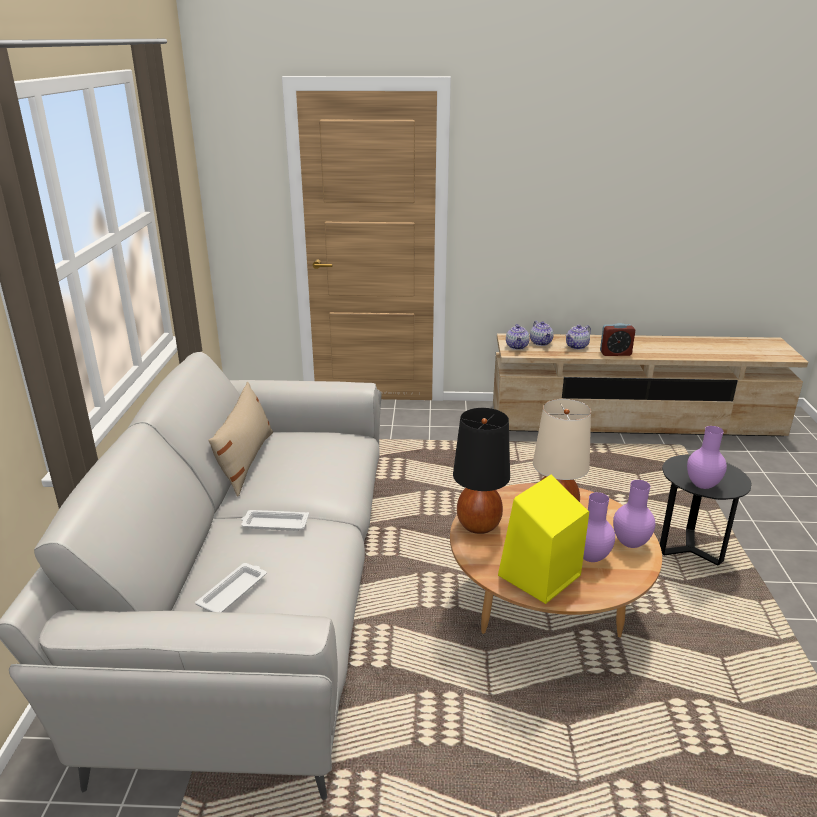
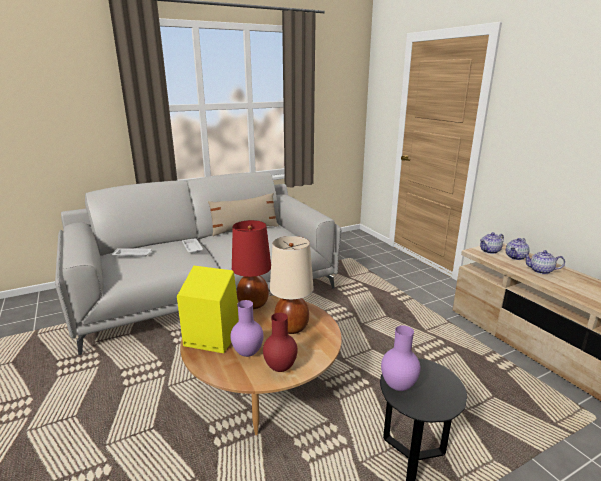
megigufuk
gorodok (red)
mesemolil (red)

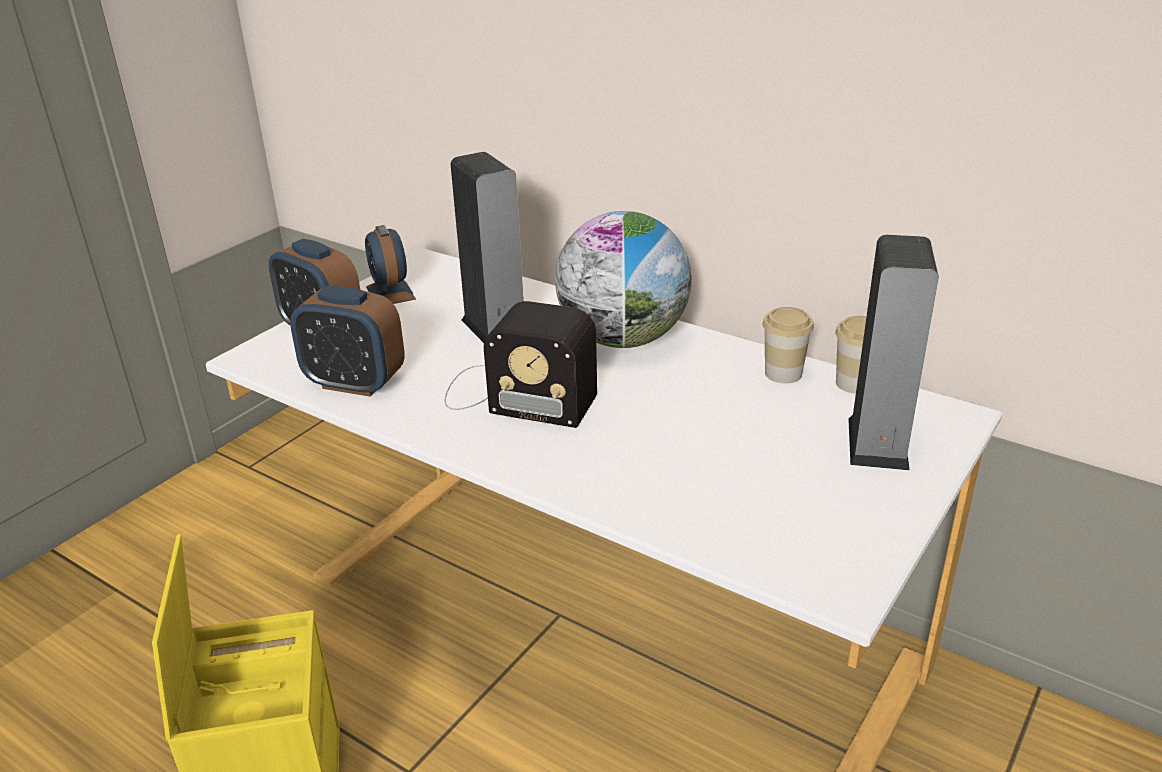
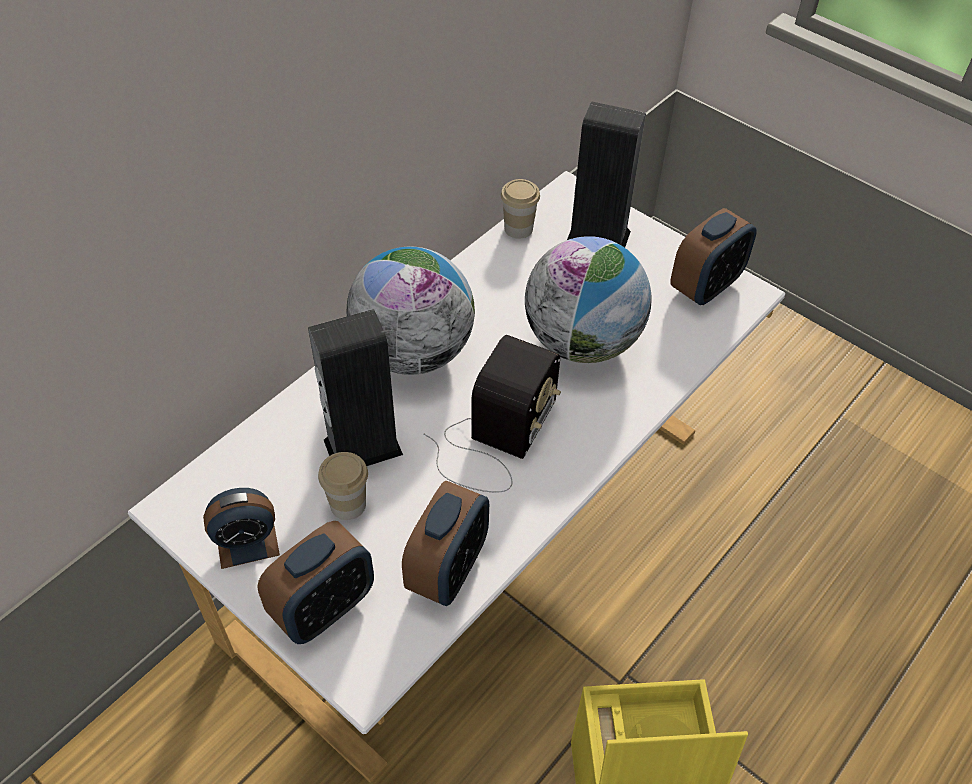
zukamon (1st from left)
megigufuk (4th from left)
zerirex (2nd from left)

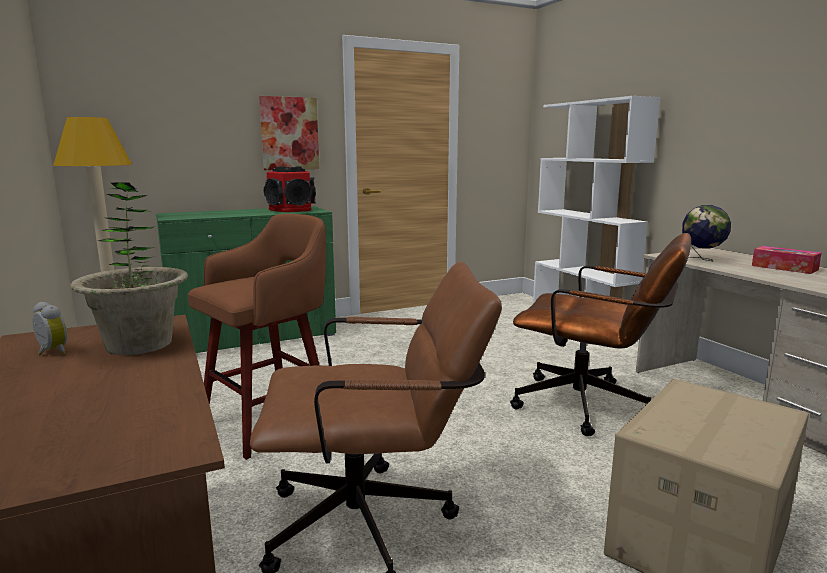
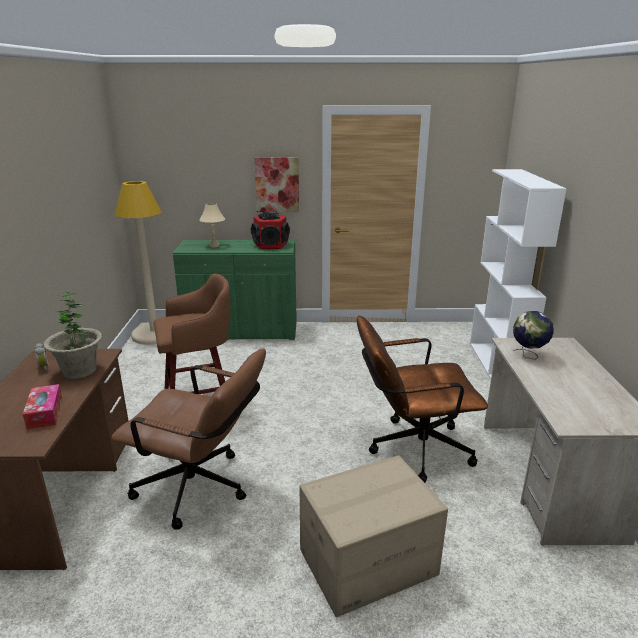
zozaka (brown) (2nd from left)
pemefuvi
gorodok (beige)

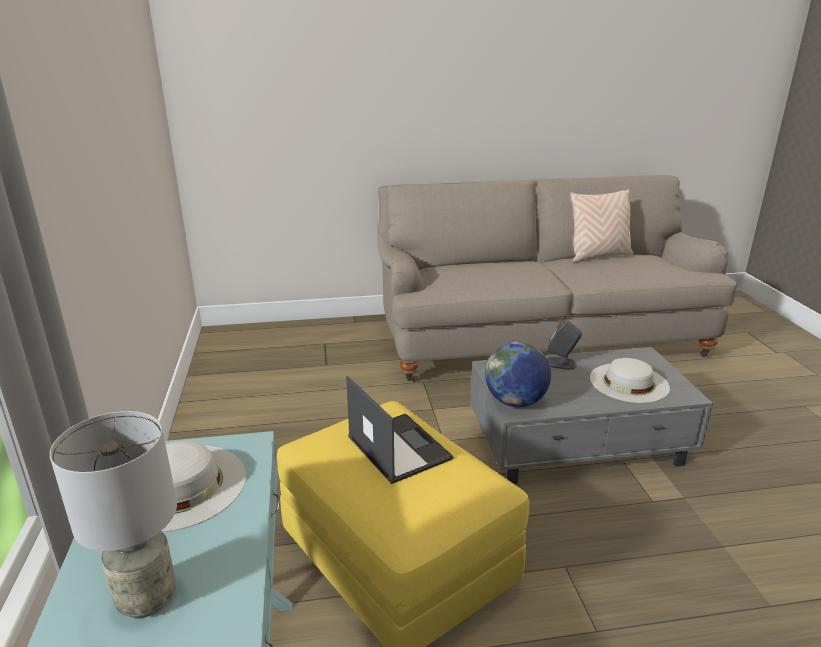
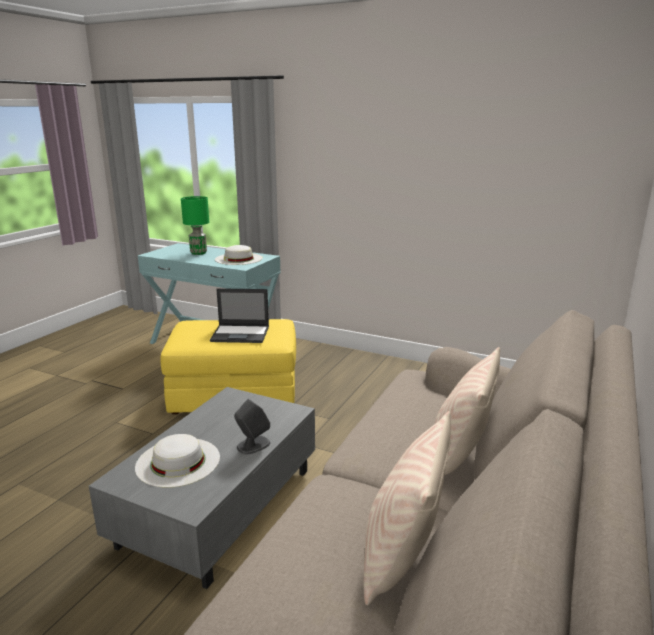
zerirex
gorodok (green)
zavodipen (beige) (2nd from left)

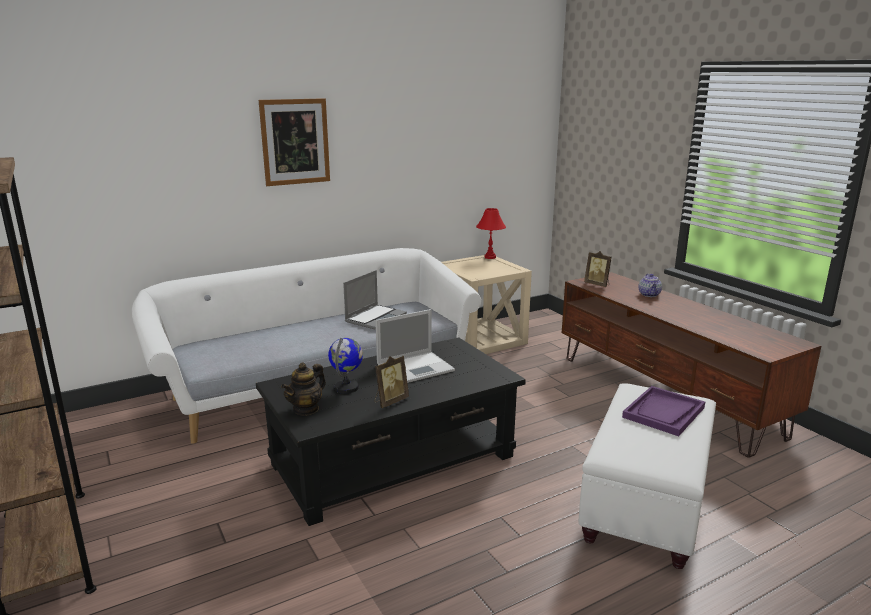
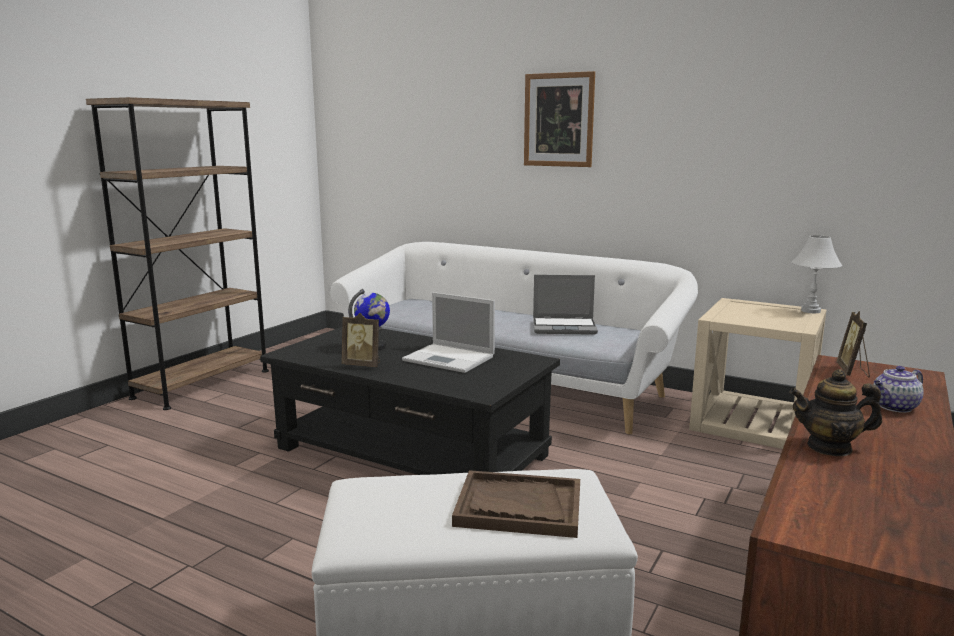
gorodok (white)
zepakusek (1st from left)
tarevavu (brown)

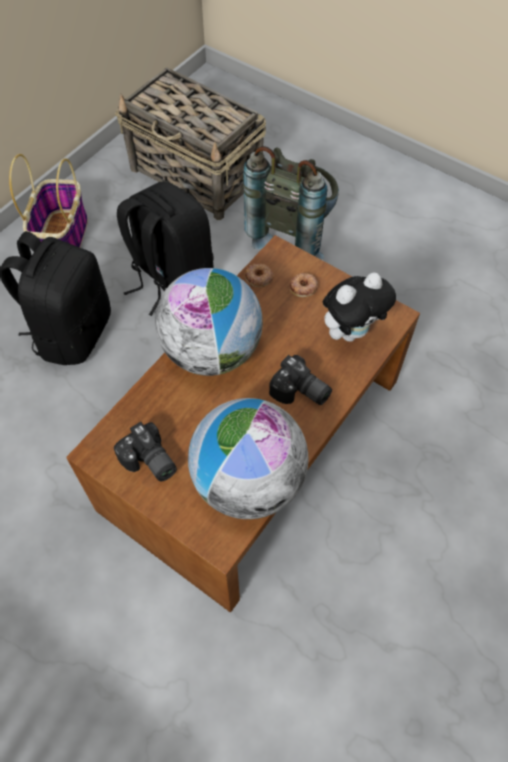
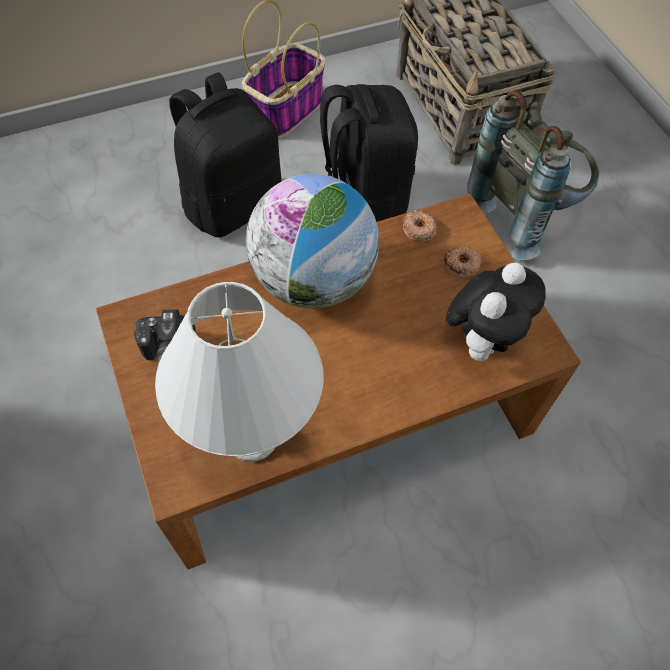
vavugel
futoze (2nd from left in the first image)
gorodok (white)

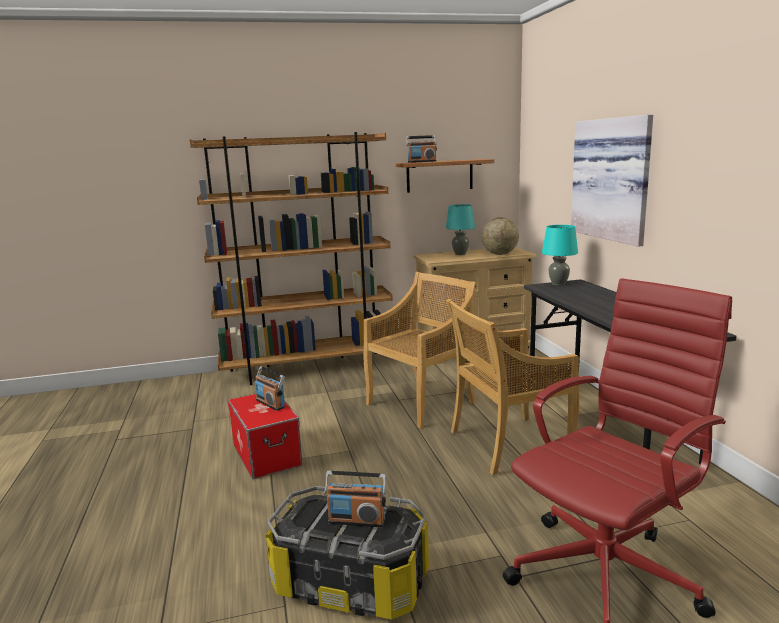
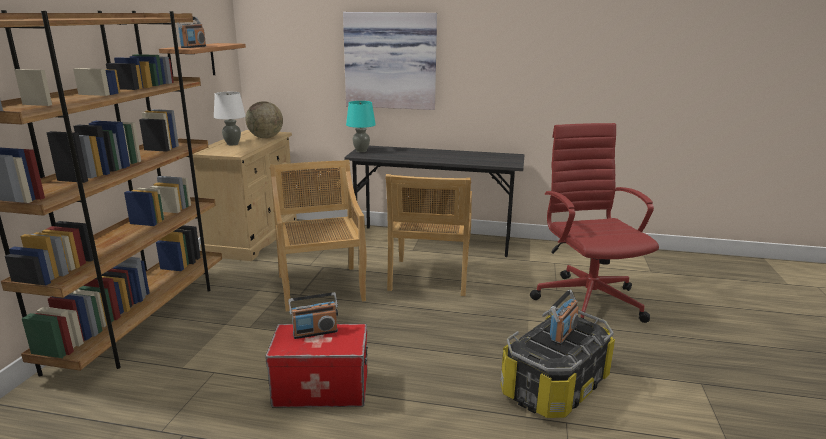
gorodok (white)

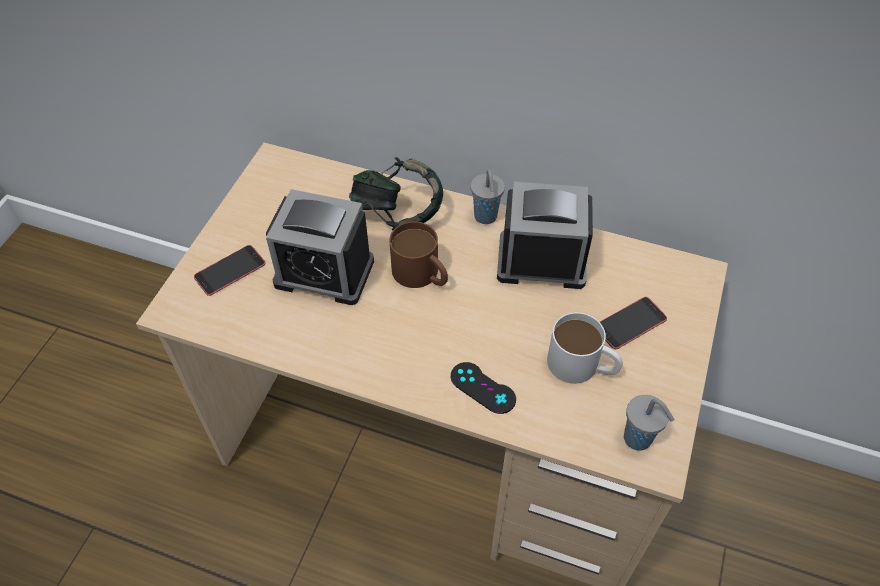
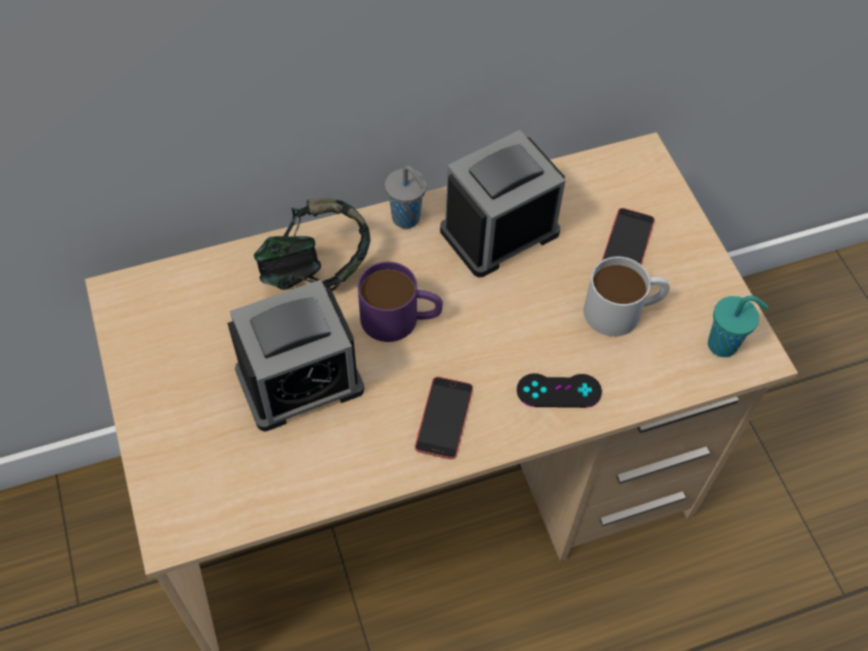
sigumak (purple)
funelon (1st from left)
zukamon (turquoise)

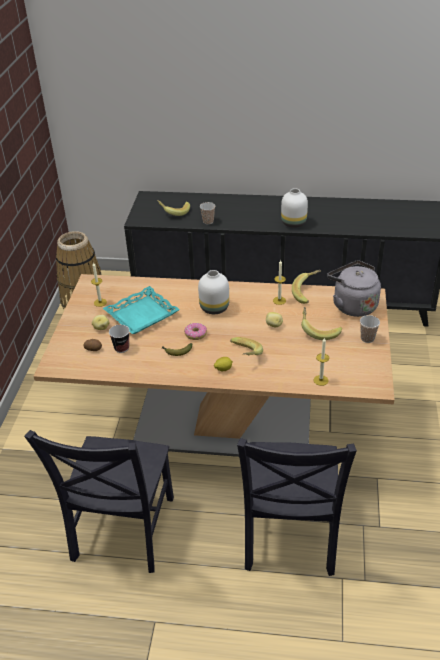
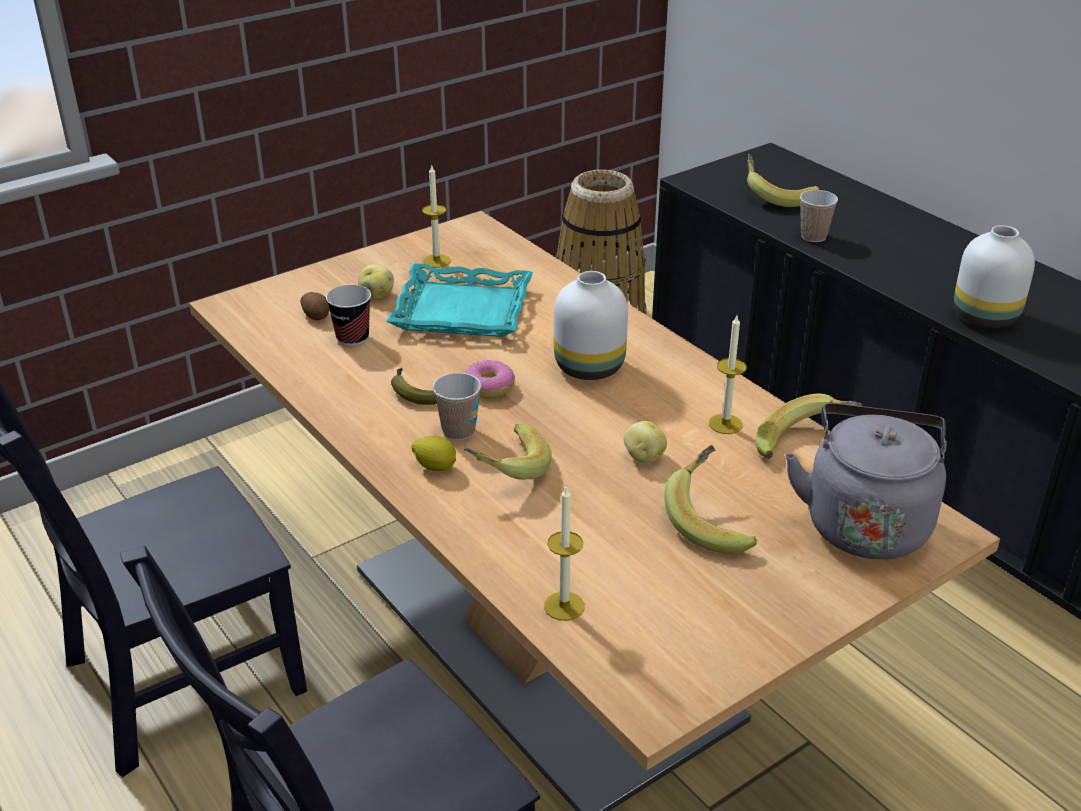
zukamon (2nd from left)

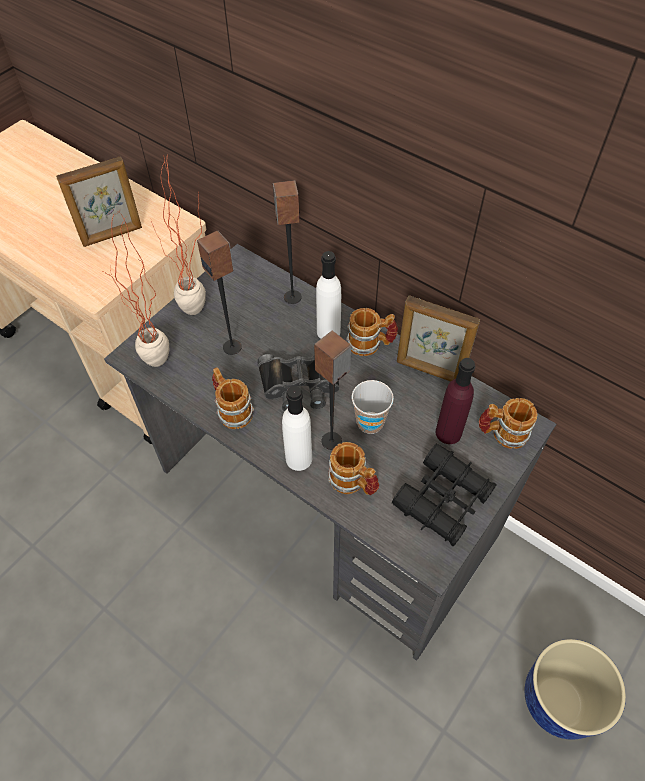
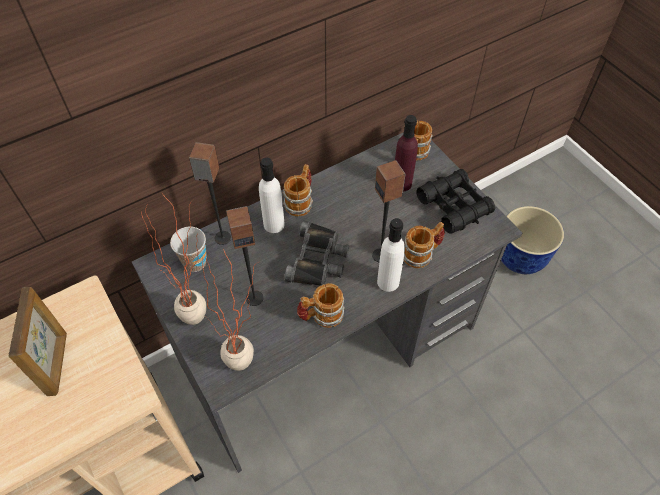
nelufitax (2nd from left in the first image)
zukamon

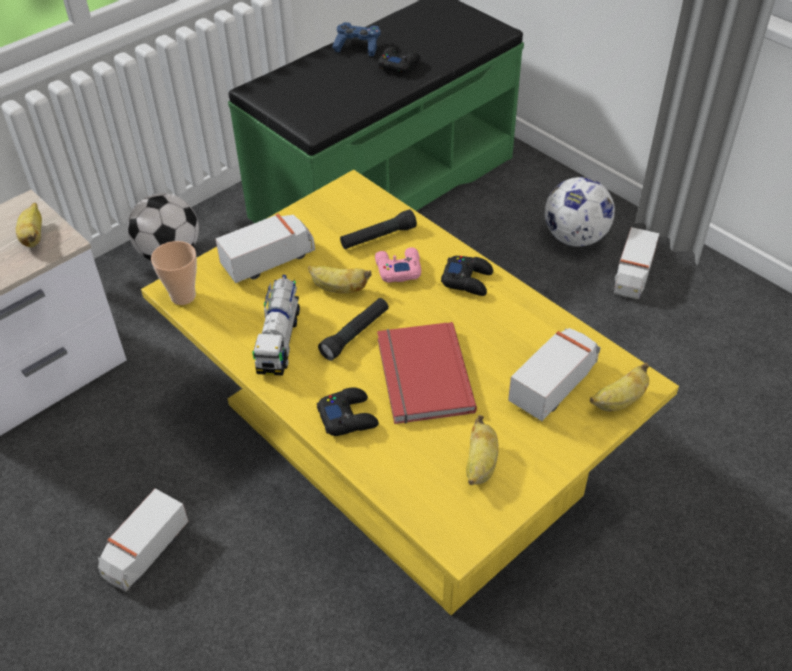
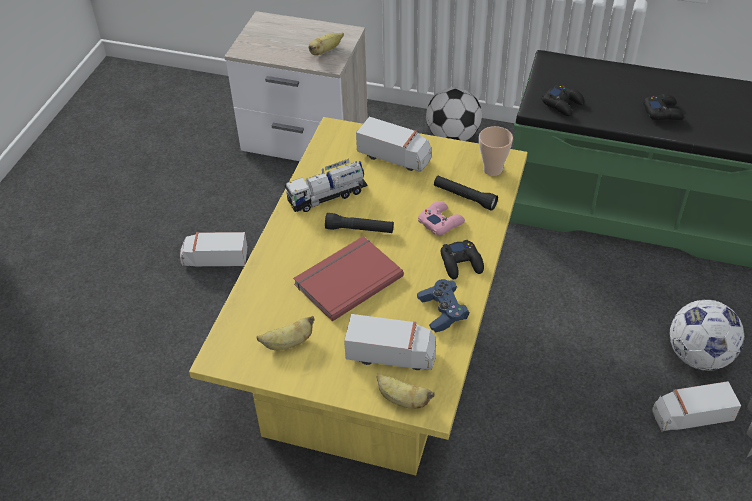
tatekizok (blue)
zukamon
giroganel (2nd from left in the first image)
tatekizok (black) (2nd from left)

